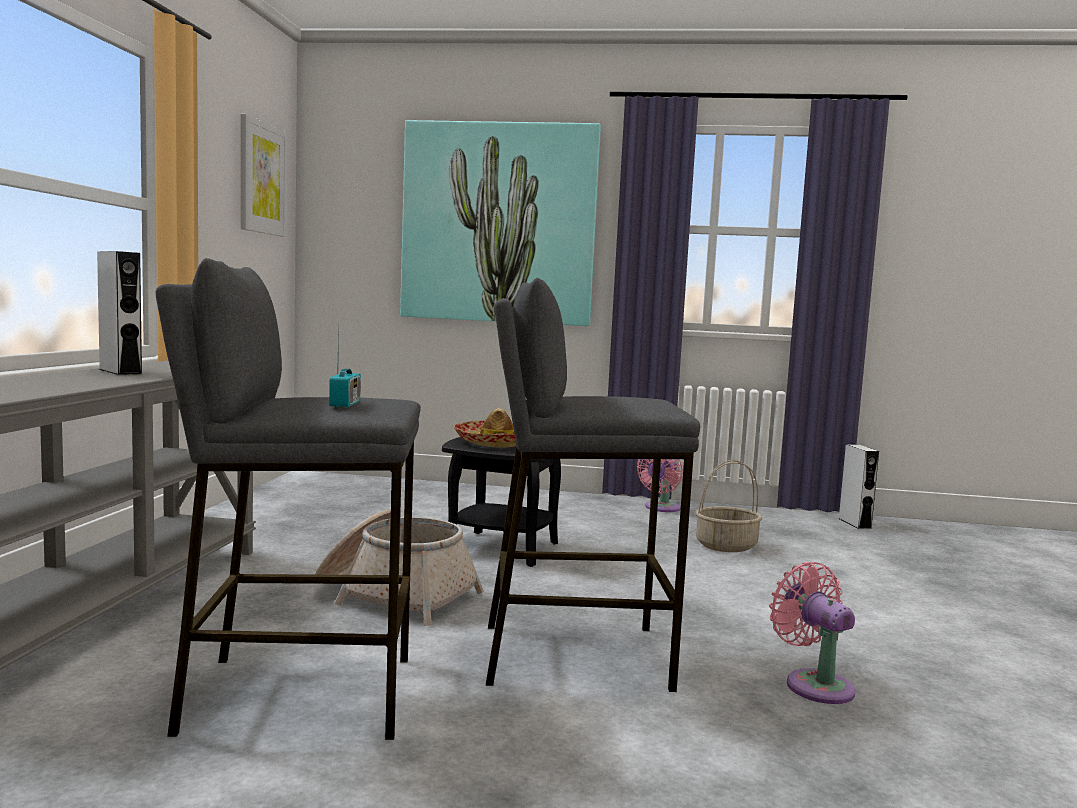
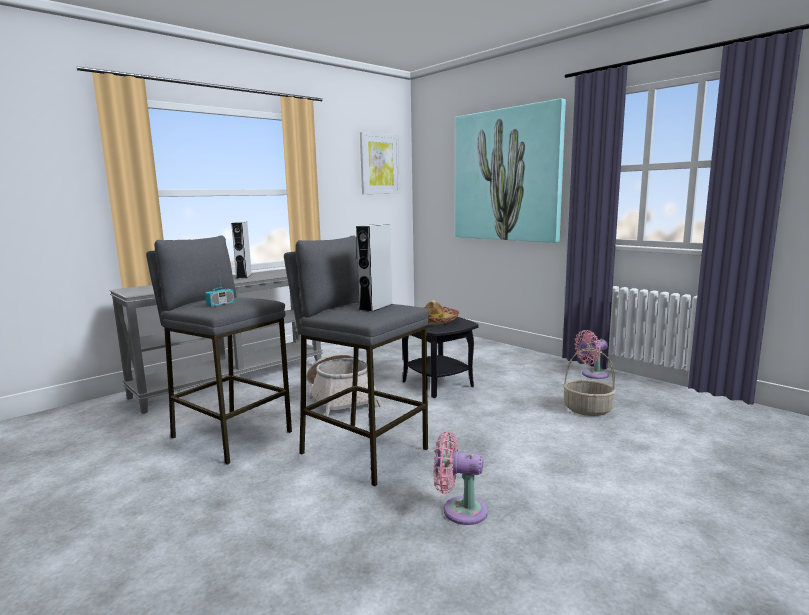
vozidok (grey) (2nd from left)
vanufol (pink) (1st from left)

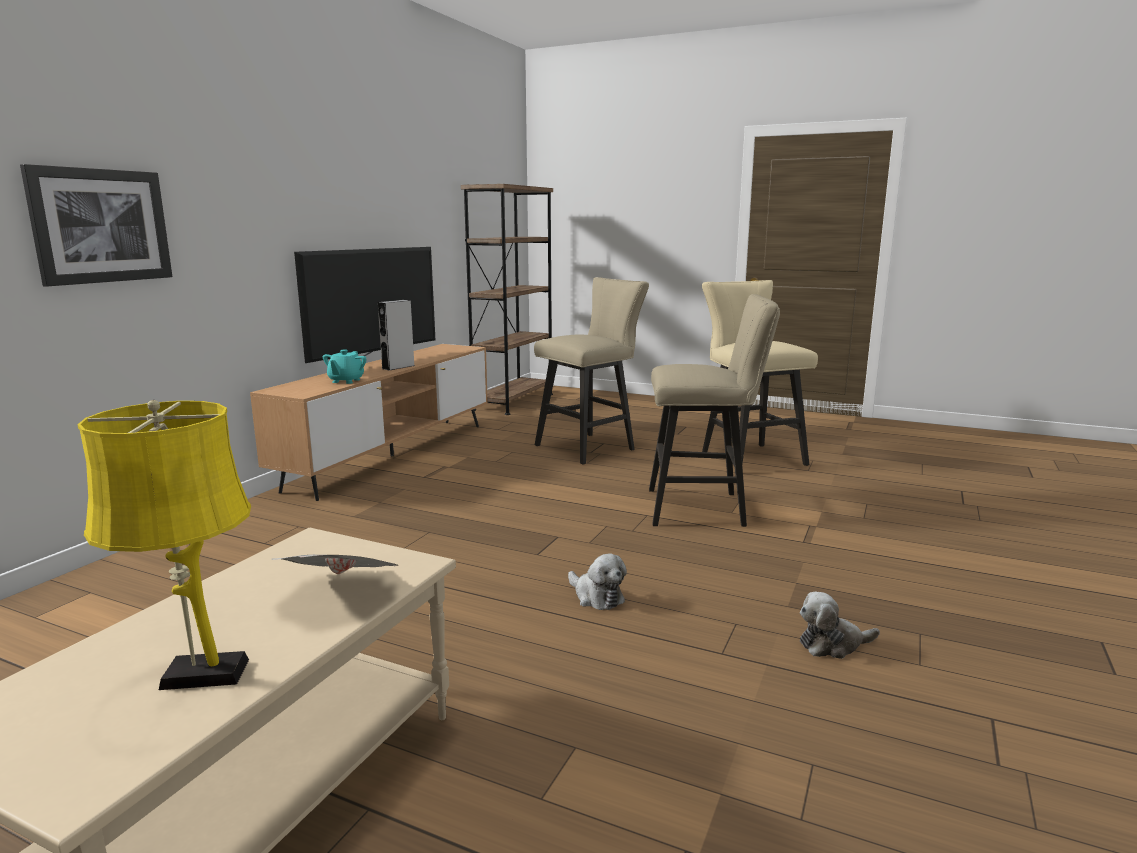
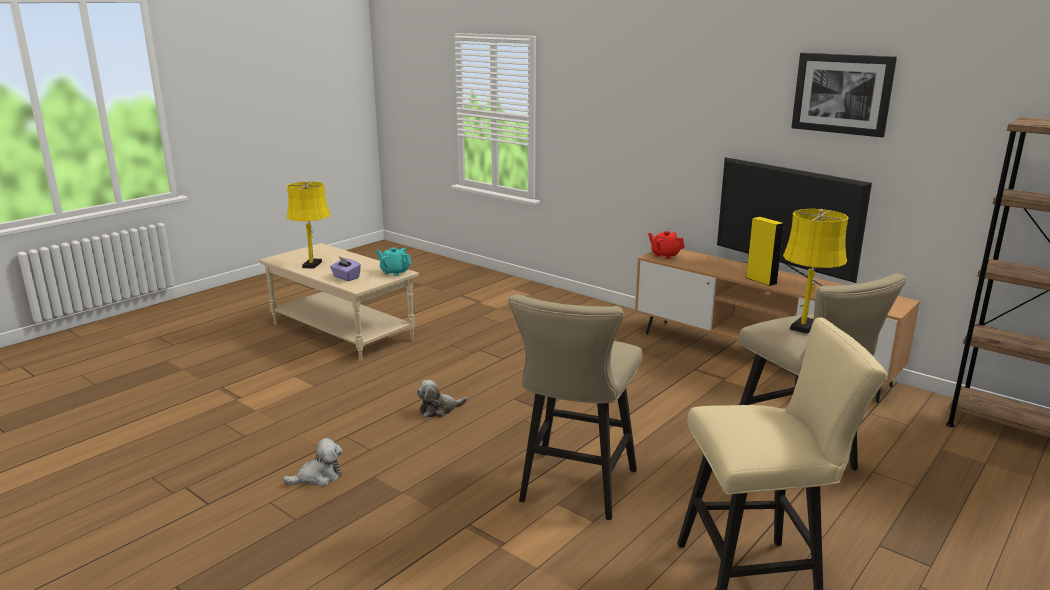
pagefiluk
vozidok (yellow)
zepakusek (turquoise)
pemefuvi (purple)
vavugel (1st from left)
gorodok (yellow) (2nd from left)
zepakusek (red)

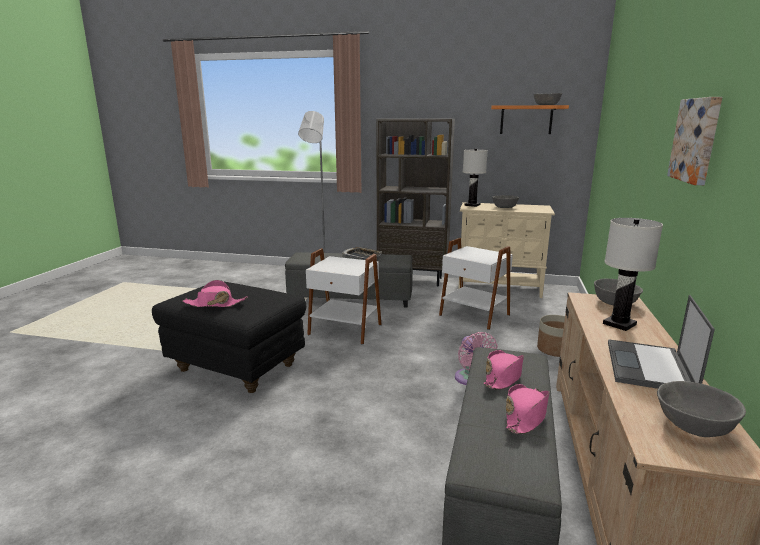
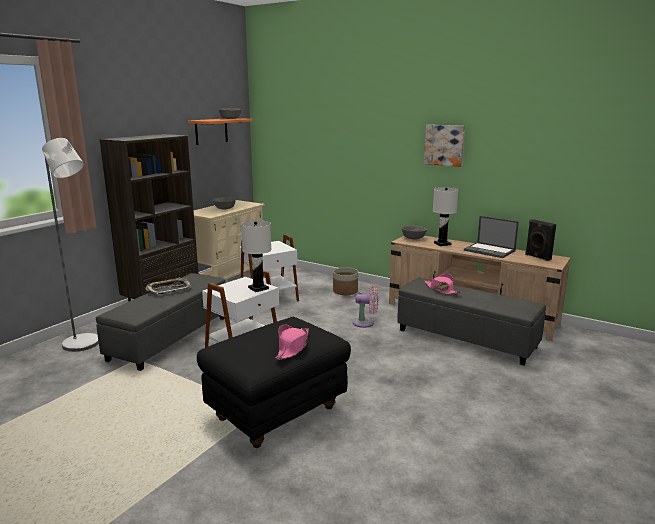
gorodok (white) (1st from left)
vozidok (black)
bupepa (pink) (3rd from left in the first image)

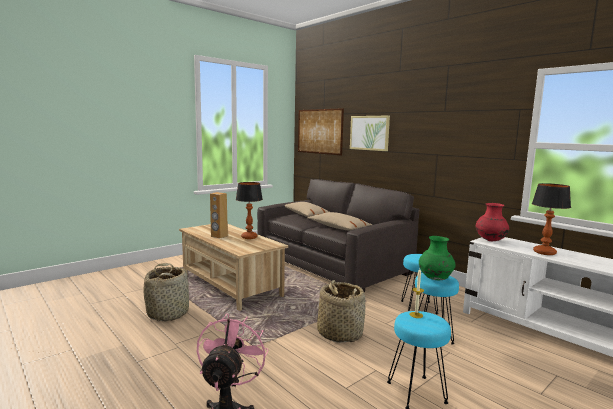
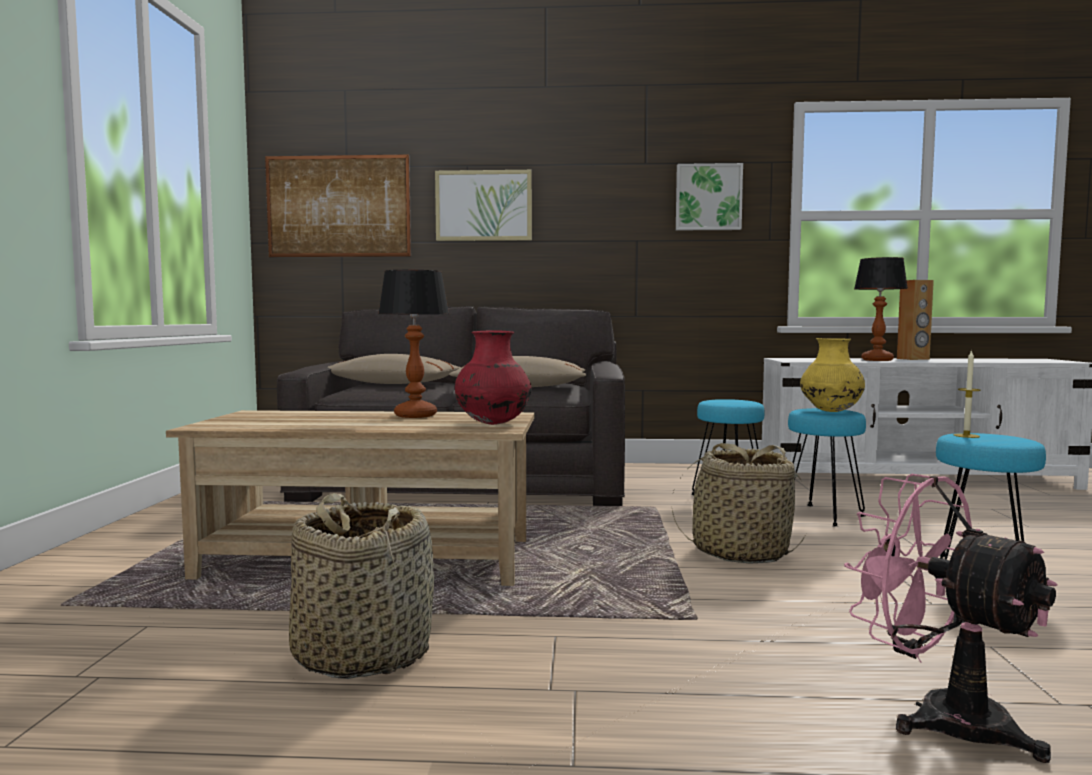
vozidok (brown)
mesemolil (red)
mesemolil (yellow)
pagefiluk (3rd from left)

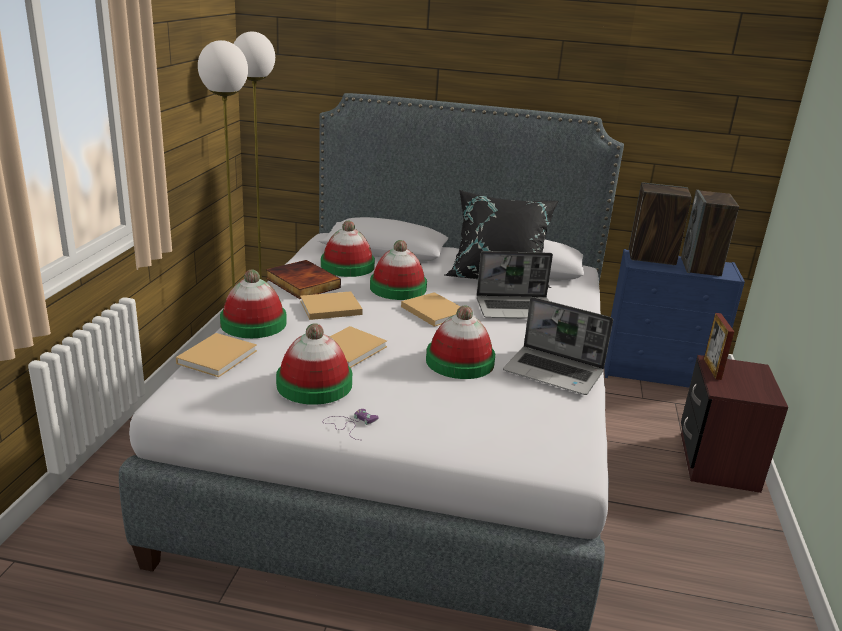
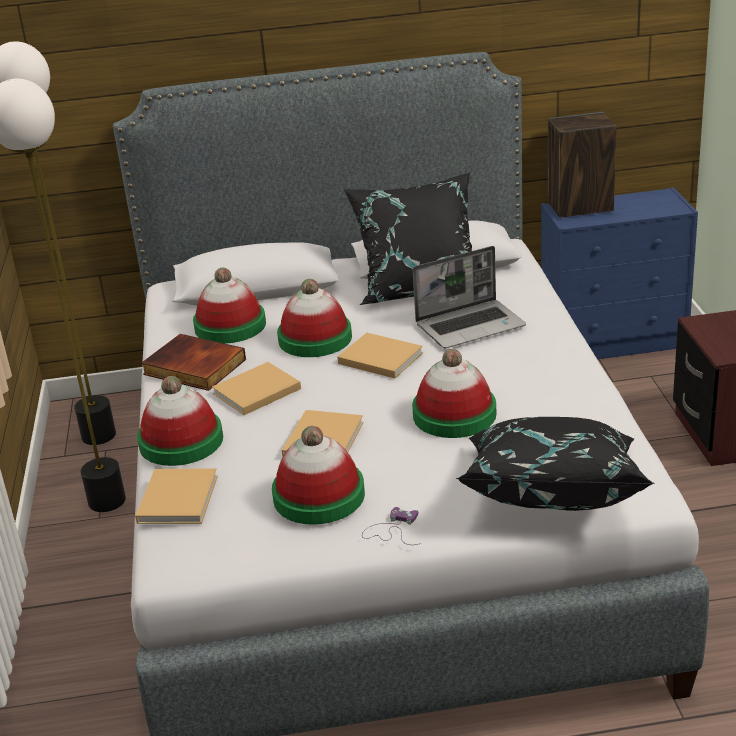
vozidok (2nd from left in the first image)
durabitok (2nd from left in the first image)
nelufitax
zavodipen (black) (2nd from left)

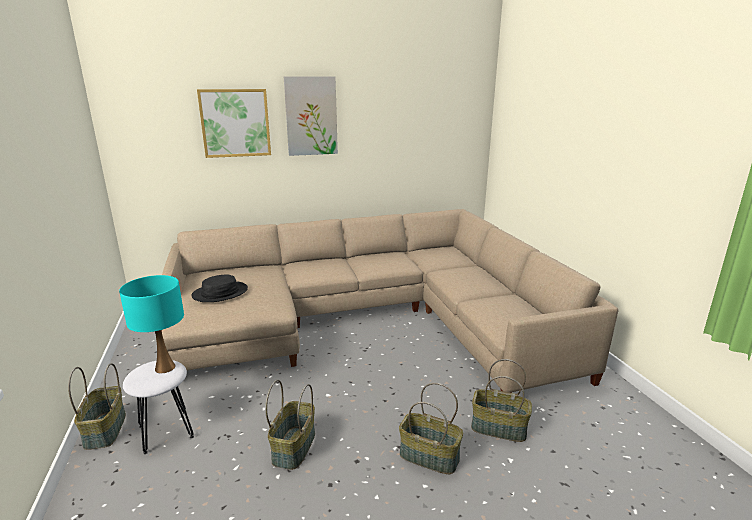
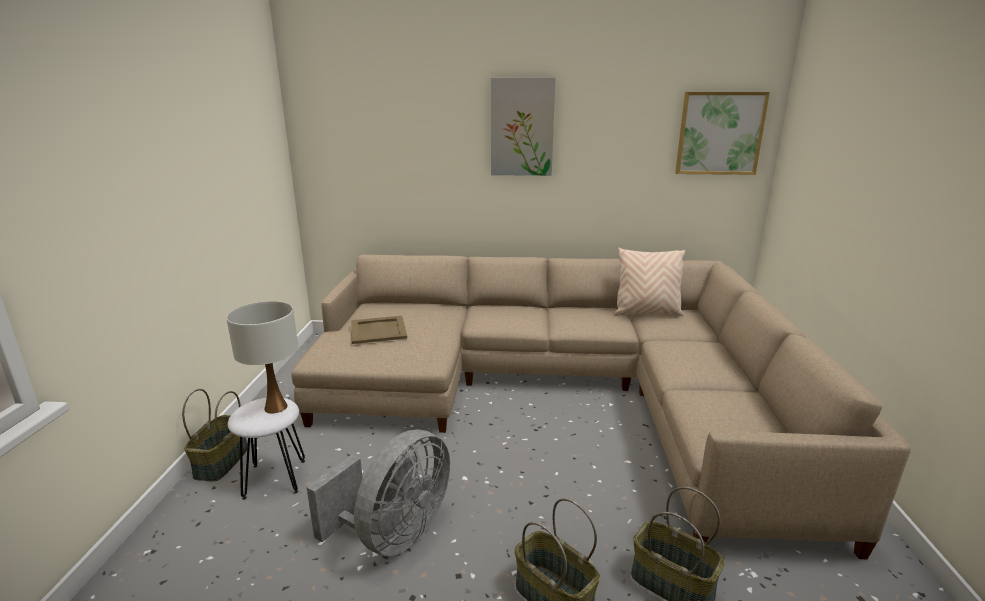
pagefiluk (2nd from left)
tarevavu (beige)
gorodok (white)
vanufol (grey)
zavodipen (beige)

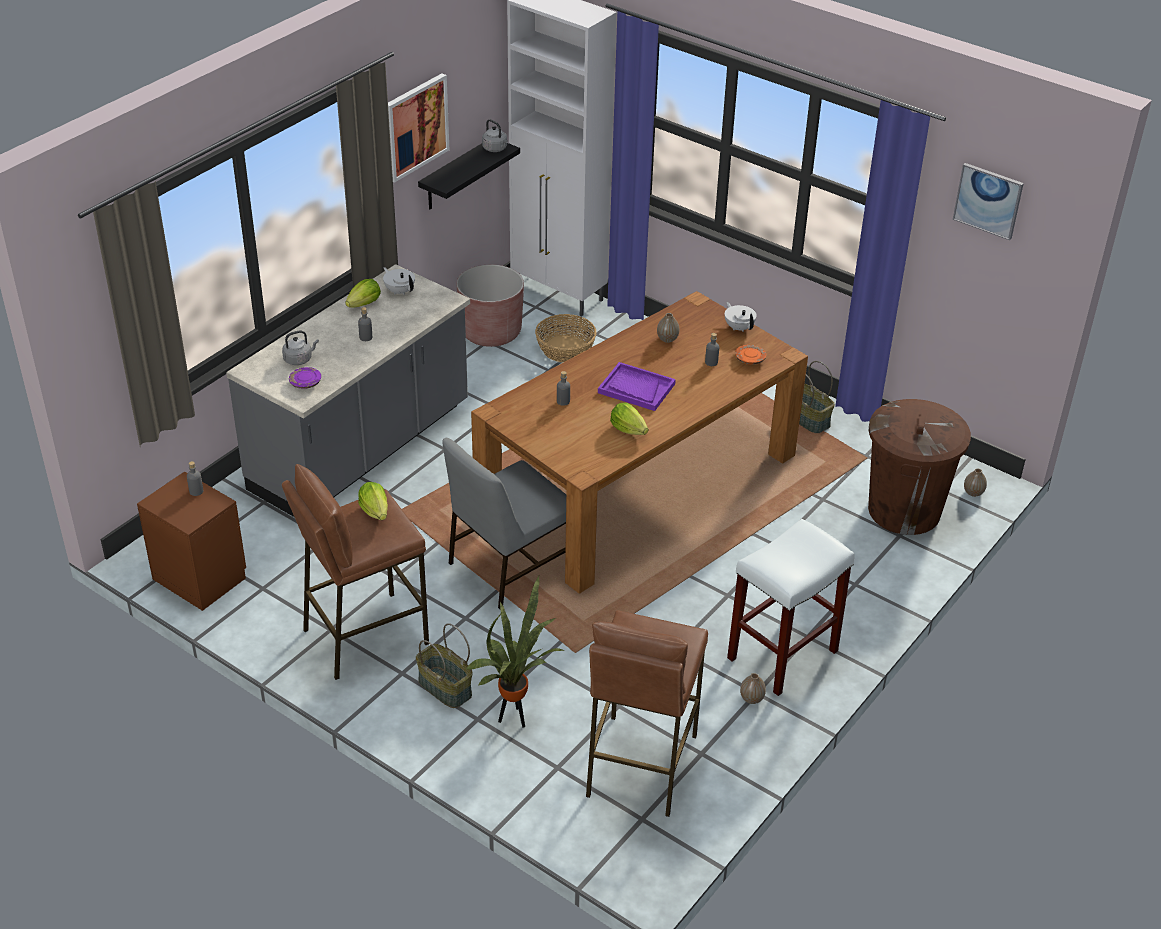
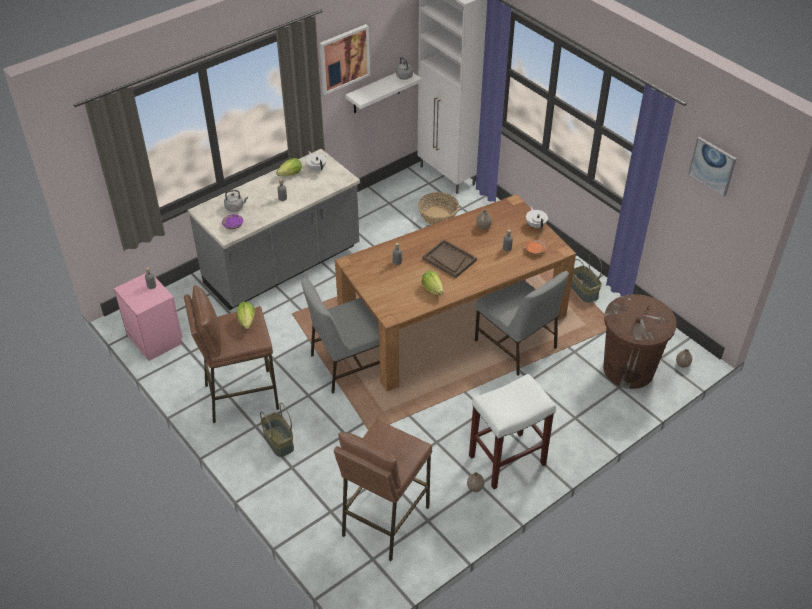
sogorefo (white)
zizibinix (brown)
tarevavu (brown)
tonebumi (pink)
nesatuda
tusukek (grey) (2nd from left)

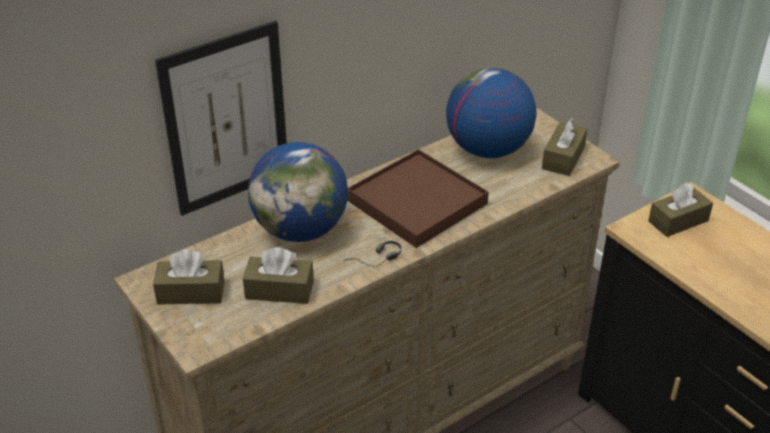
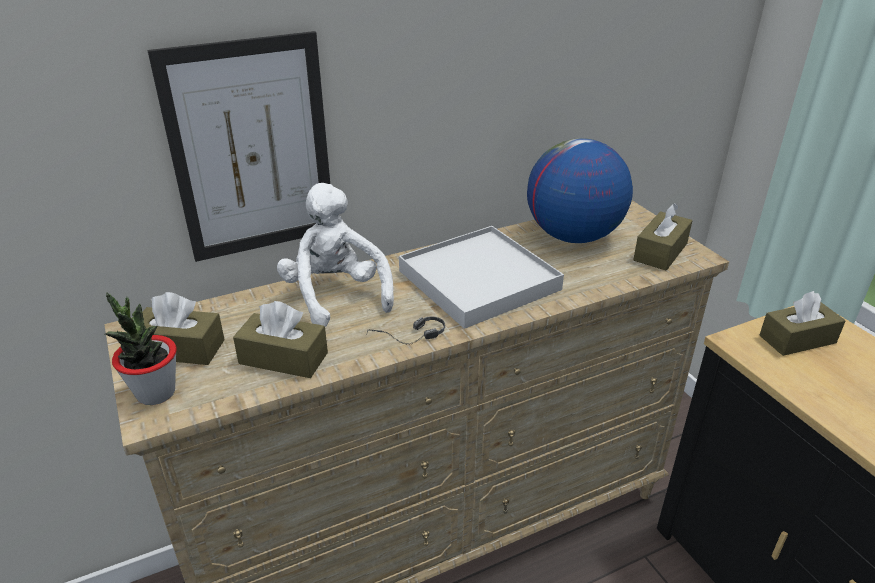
vavugel (white)
tarevavu (white)
nesatuda

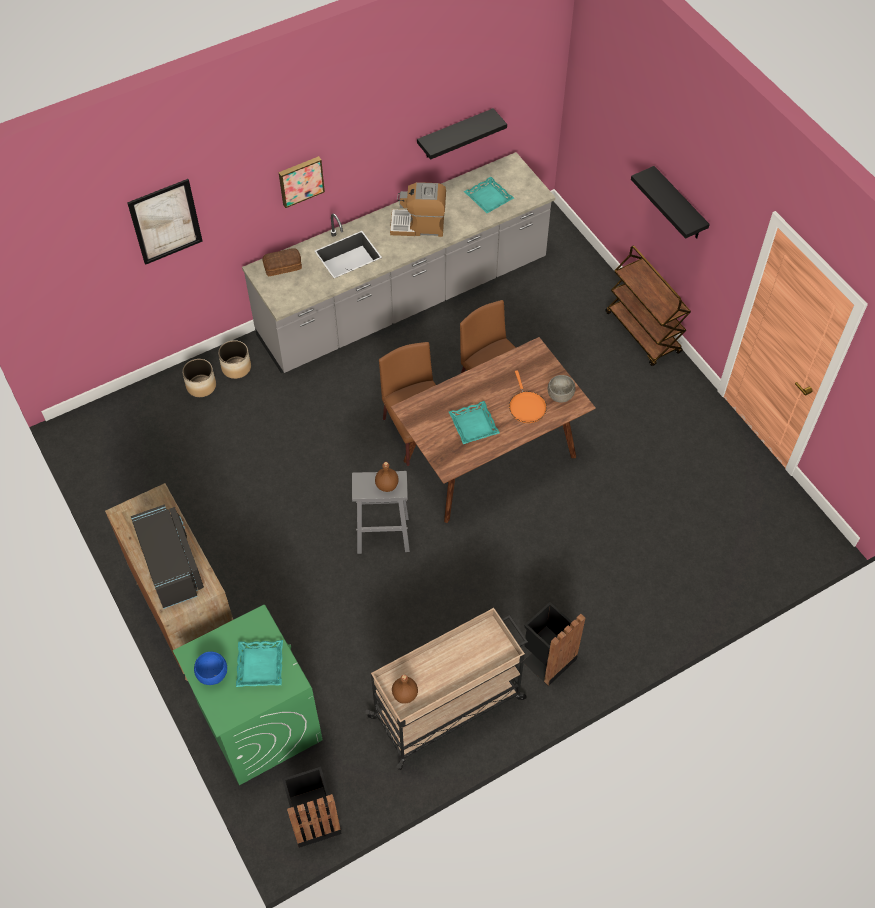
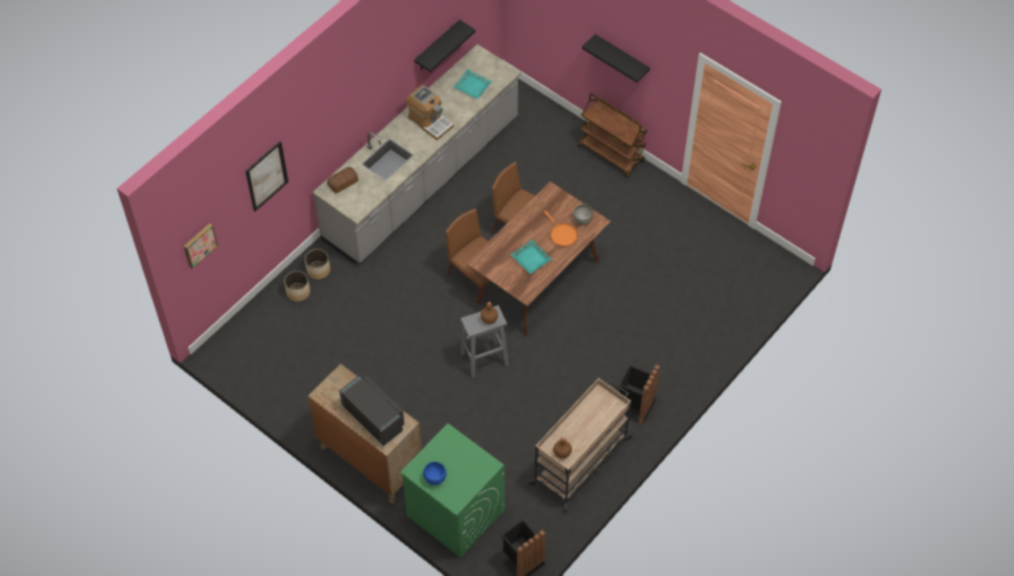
pagefiluk (1st from left)
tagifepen
tarevavu (turquoise) (1st from left in the first image)

